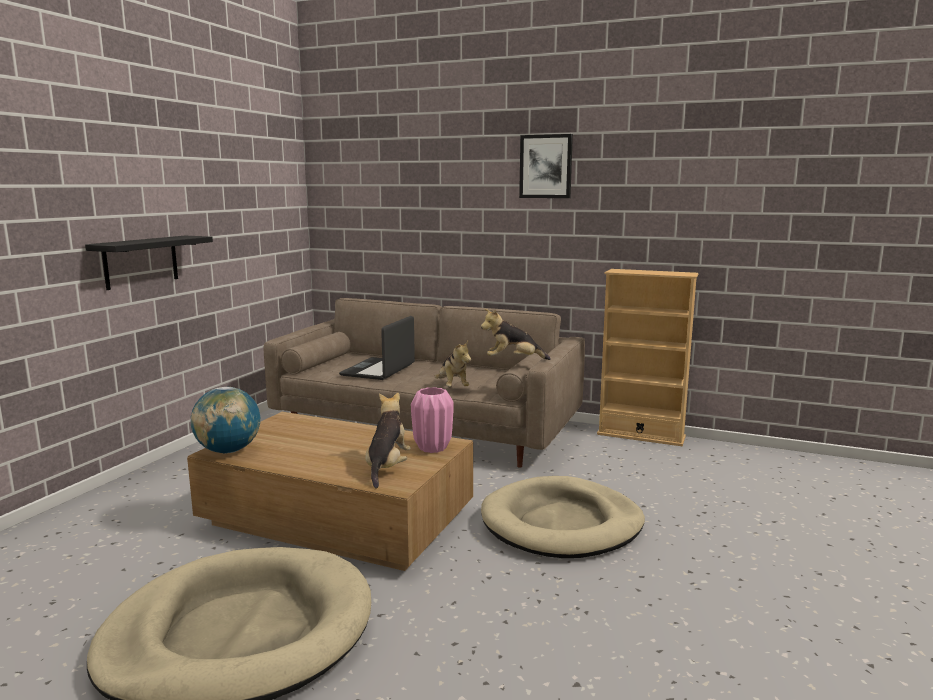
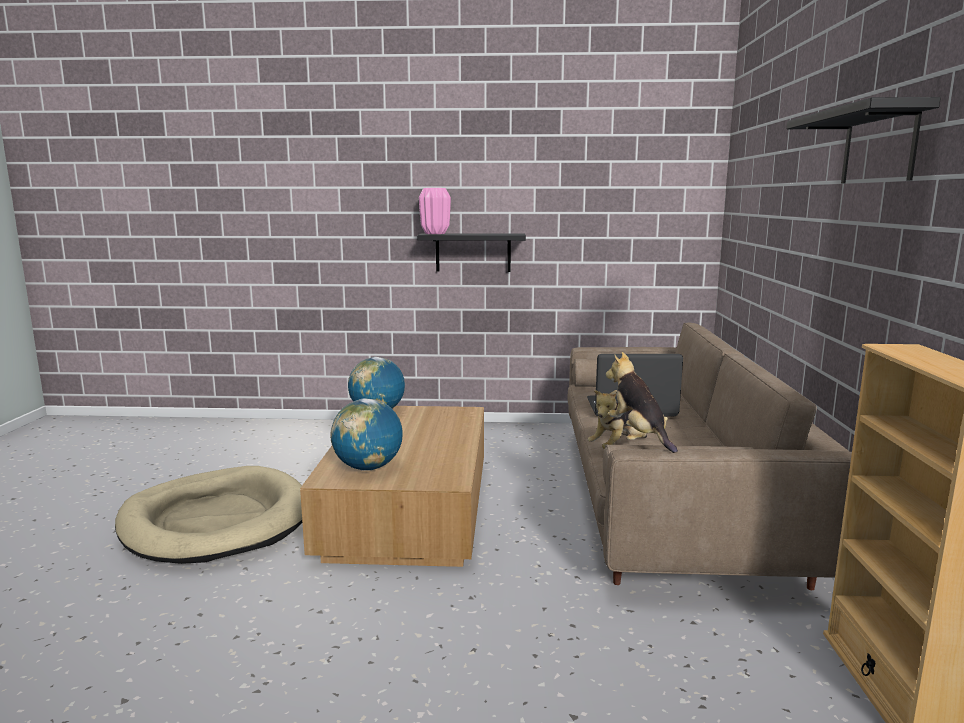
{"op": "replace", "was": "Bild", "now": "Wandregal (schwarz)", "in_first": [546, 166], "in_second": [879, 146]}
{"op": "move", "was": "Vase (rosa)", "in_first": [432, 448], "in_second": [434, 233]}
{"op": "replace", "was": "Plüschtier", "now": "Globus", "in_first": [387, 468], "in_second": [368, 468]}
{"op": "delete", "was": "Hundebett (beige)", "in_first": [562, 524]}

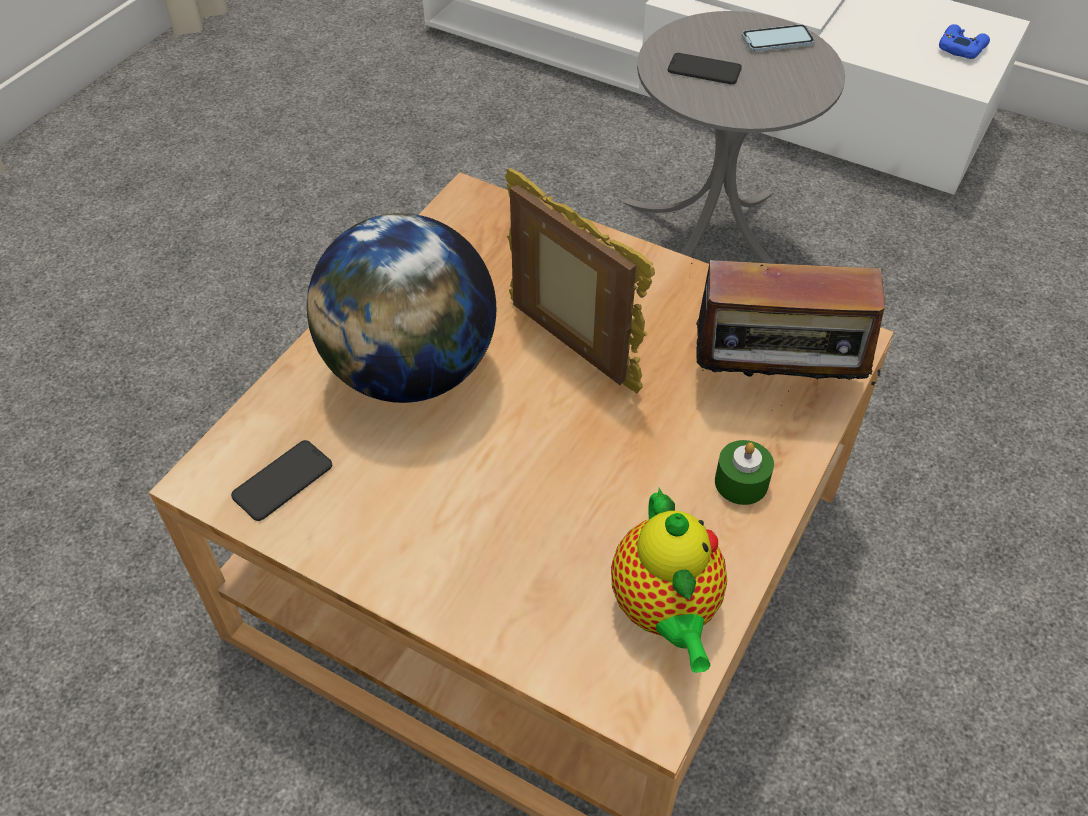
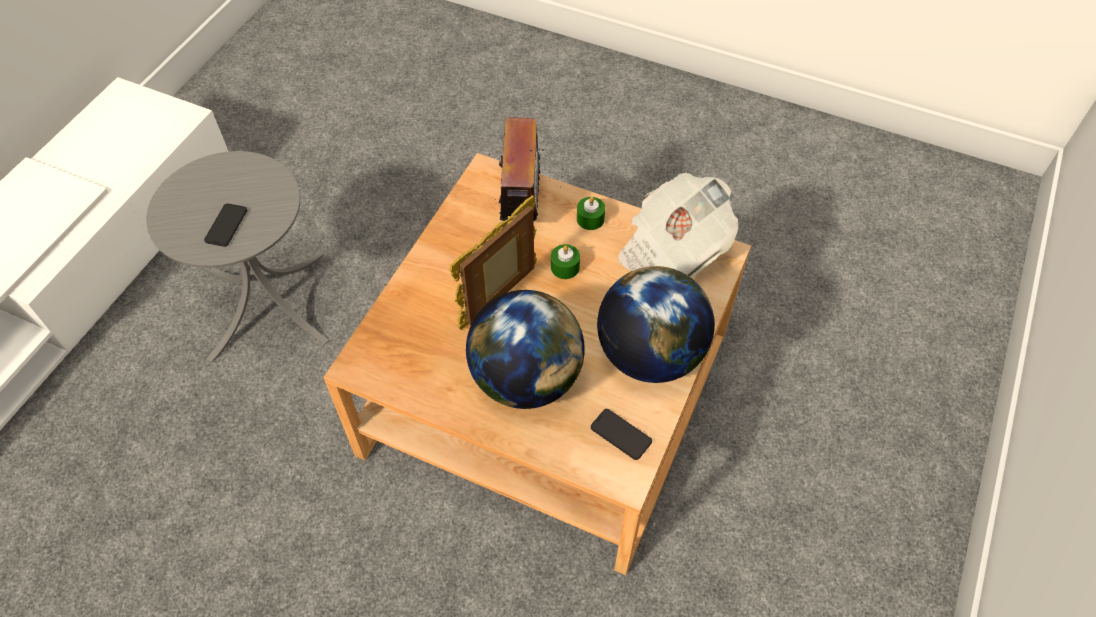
{"op": "delete", "was": "Handy", "in_first": [777, 40]}
{"op": "delete", "was": "Gamepad (blau)", "in_first": [961, 47]}
{"op": "replace", "was": "Teekanne", "now": "Zeitung", "in_first": [665, 611], "in_second": [672, 249]}
{"op": "insert", "now": "Kerze (grün)", "in_second": [565, 267]}
{"op": "insert", "now": "Globus", "in_second": [650, 355]}

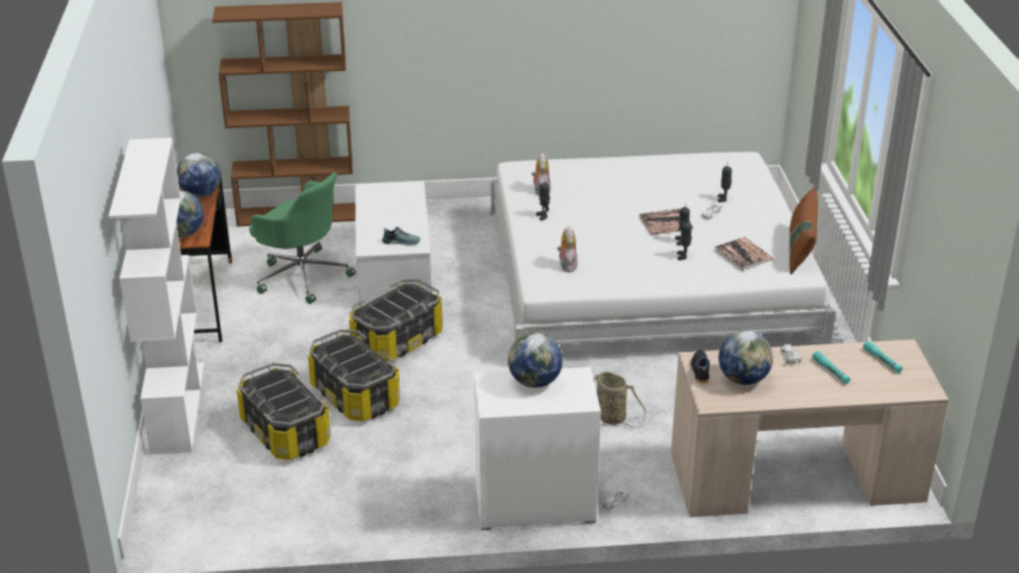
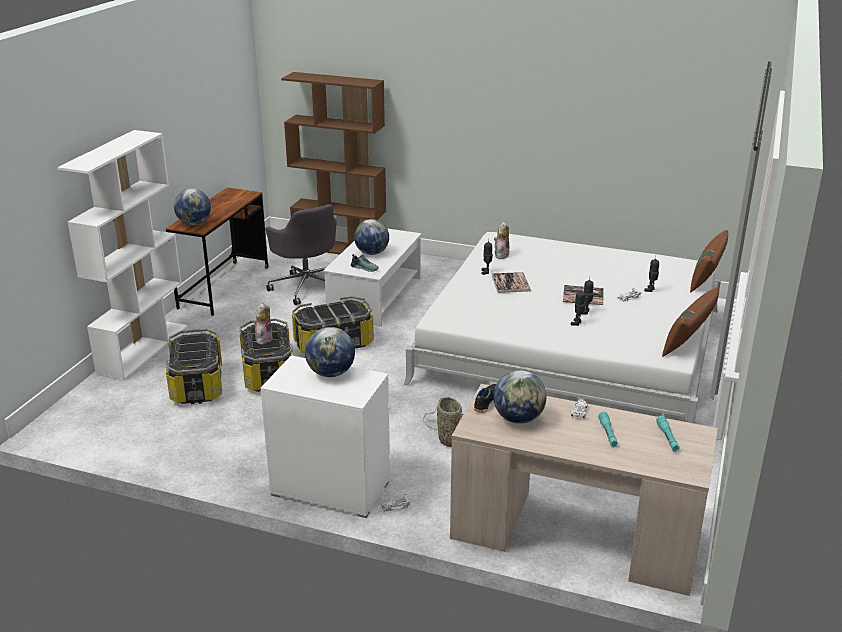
{"op": "move", "was": "Globus", "in_first": [201, 194], "in_second": [372, 253]}
{"op": "recolor", "was": "Bürostuhl (grün)", "now": "Bürostuhl (grau)", "in_first": [302, 275], "in_second": [307, 286]}
{"op": "move", "was": "Plüschtier", "in_first": [566, 266], "in_second": [263, 339]}
{"op": "move", "was": "Buch", "in_first": [743, 254], "in_second": [510, 283]}
{"op": "insert", "now": "Kissen (braun)", "in_second": [706, 278]}

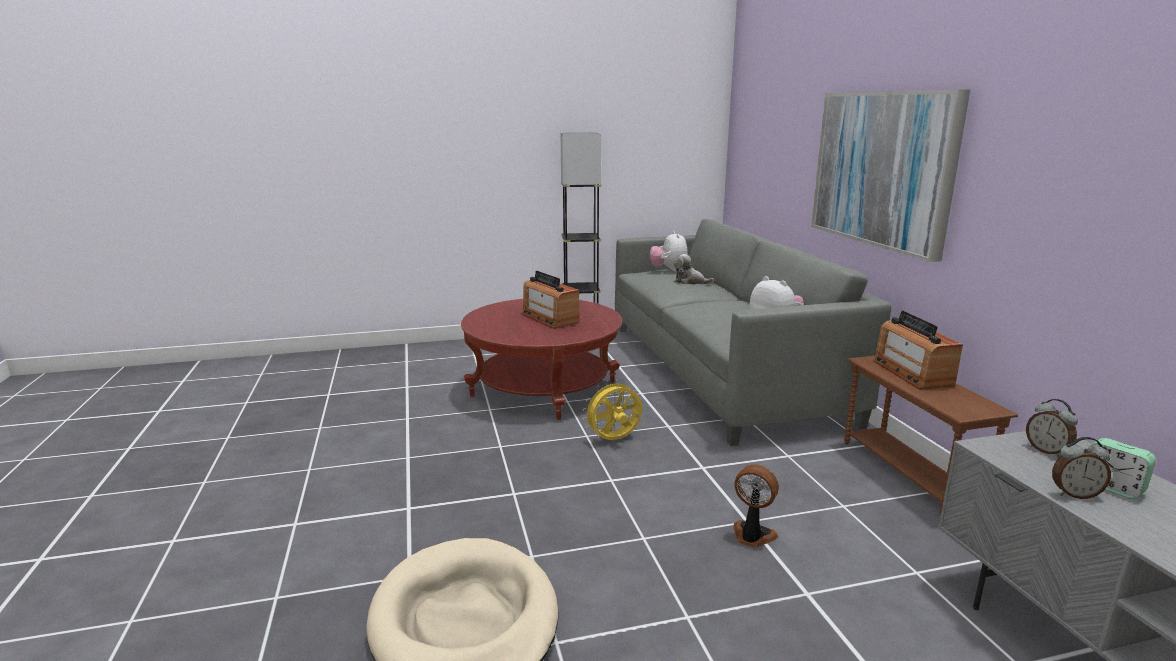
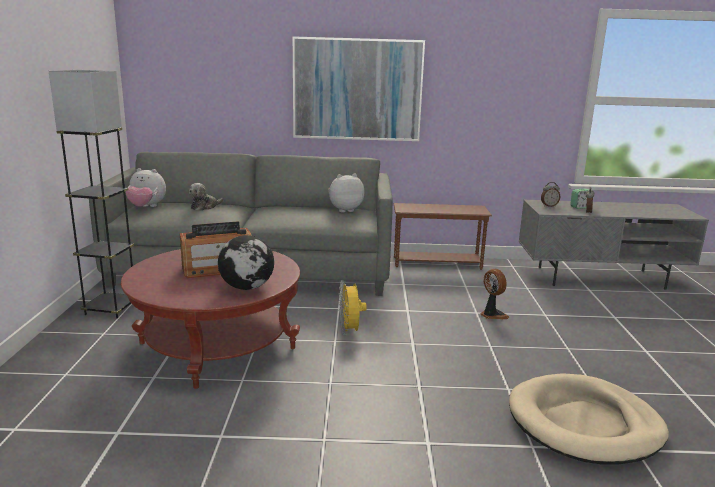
{"op": "delete", "was": "Radio", "in_first": [912, 373]}
{"op": "rotate", "was": "Ventilator", "in_first": [752, 536], "in_second": [492, 315], "clockwise": 105}
{"op": "insert", "now": "Globus", "in_second": [247, 287]}

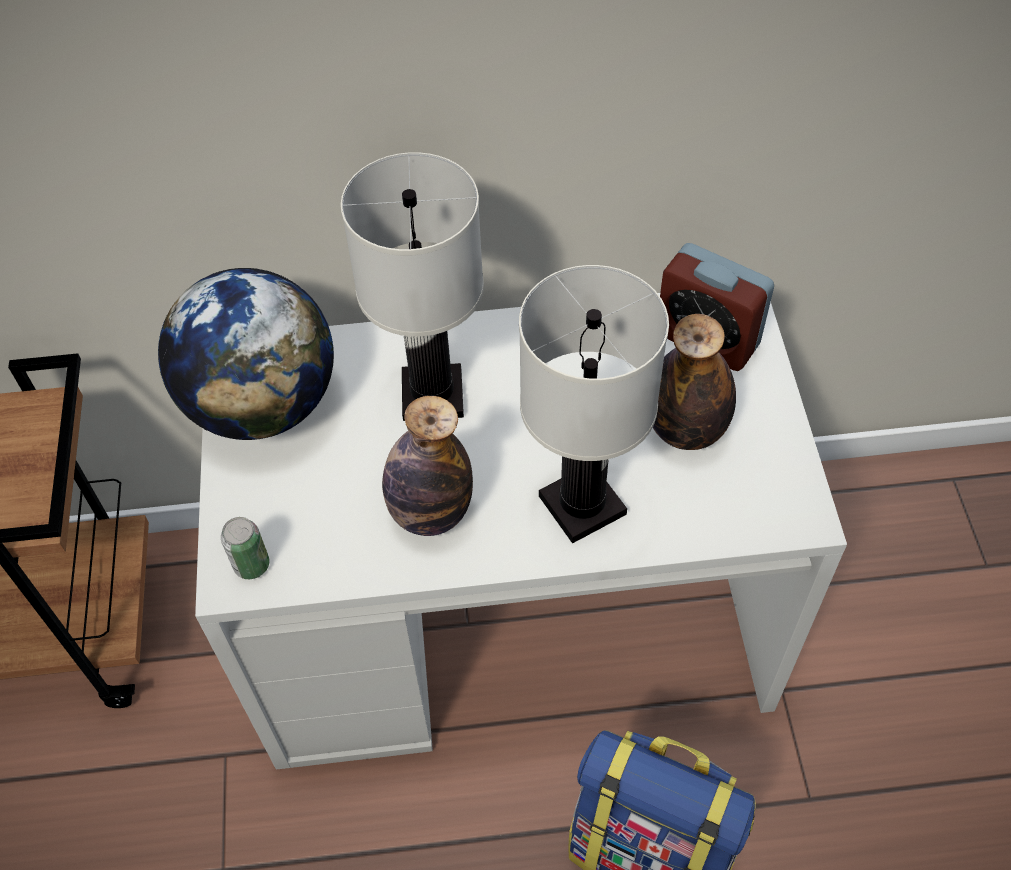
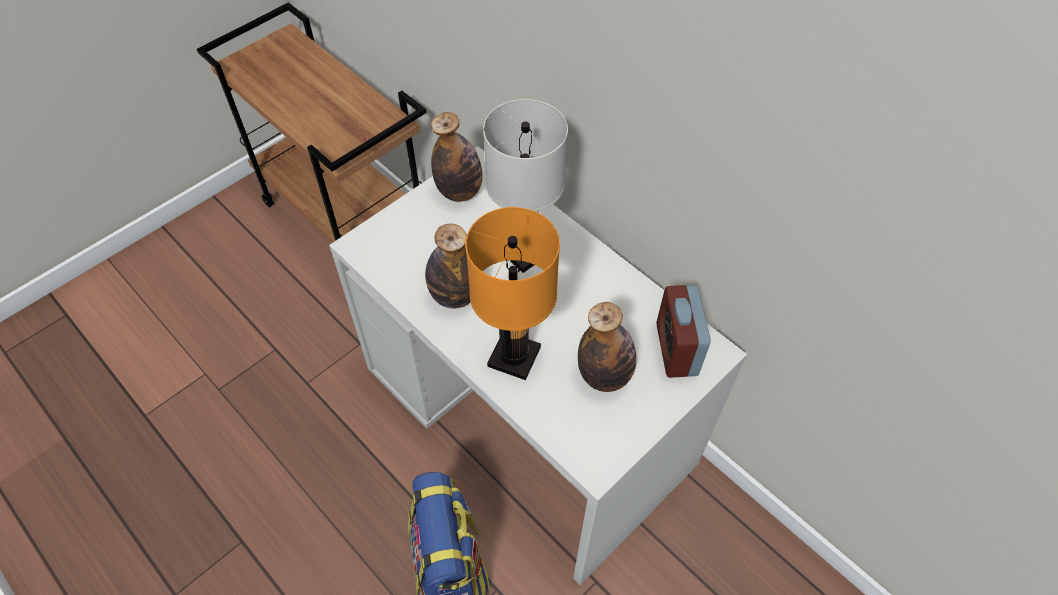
{"op": "recolor", "was": "Tischlampe (weiß)", "now": "Tischlampe (orange)", "in_first": [582, 506], "in_second": [513, 357]}
{"op": "replace", "was": "Globus", "now": "Flasche", "in_first": [263, 404], "in_second": [459, 191]}
{"op": "delete", "was": "Dose", "in_first": [252, 565]}

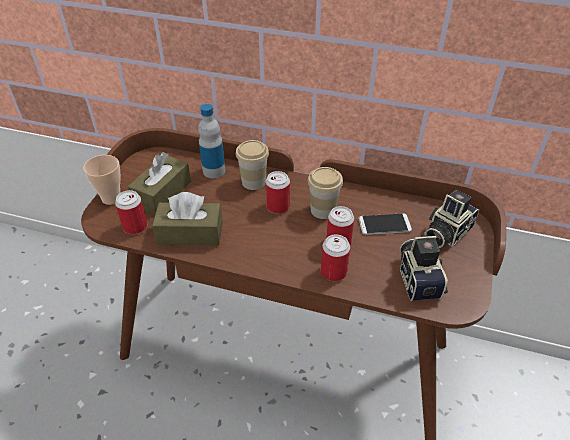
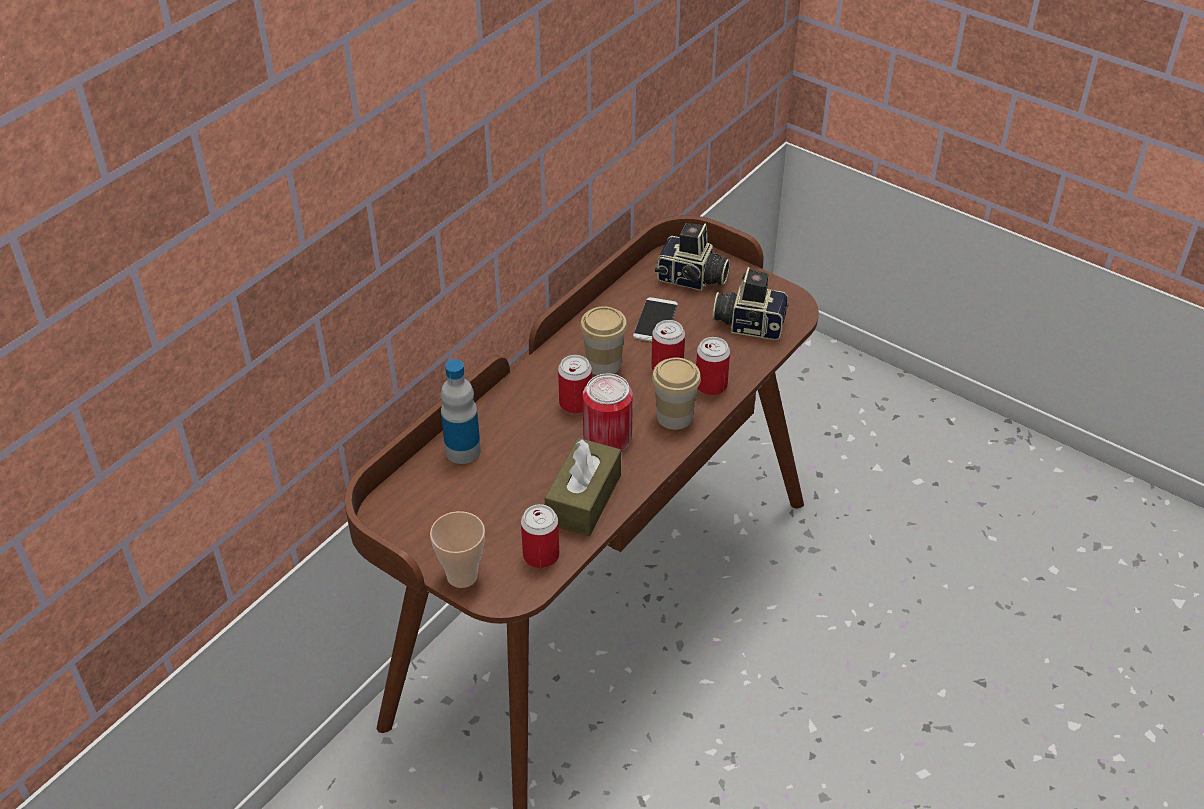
{"op": "move", "was": "Tasse", "in_first": [253, 182], "in_second": [674, 417]}
{"op": "delete", "was": "Taschentuchbox (braun)", "in_first": [162, 193]}
{"op": "rotate", "was": "Kamera", "in_first": [445, 233], "in_second": [692, 279], "clockwise": -45}
{"op": "insert", "now": "Dose", "in_second": [607, 438]}

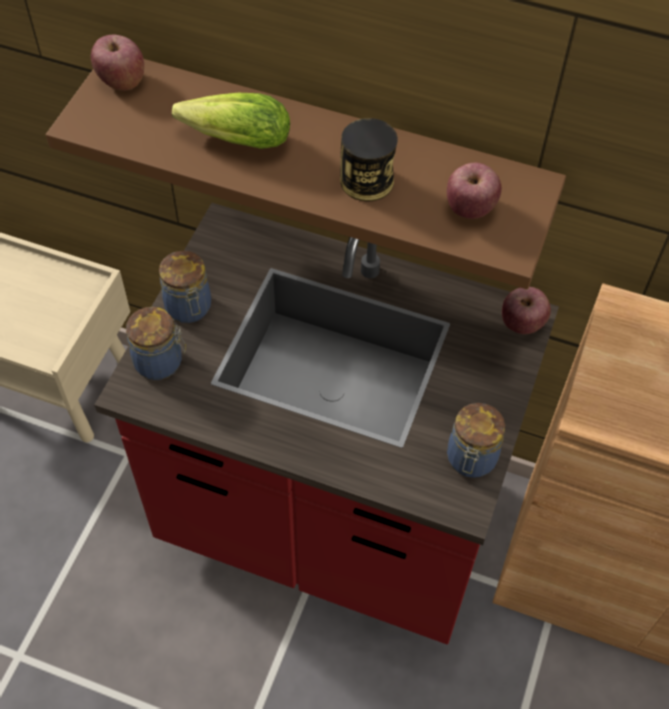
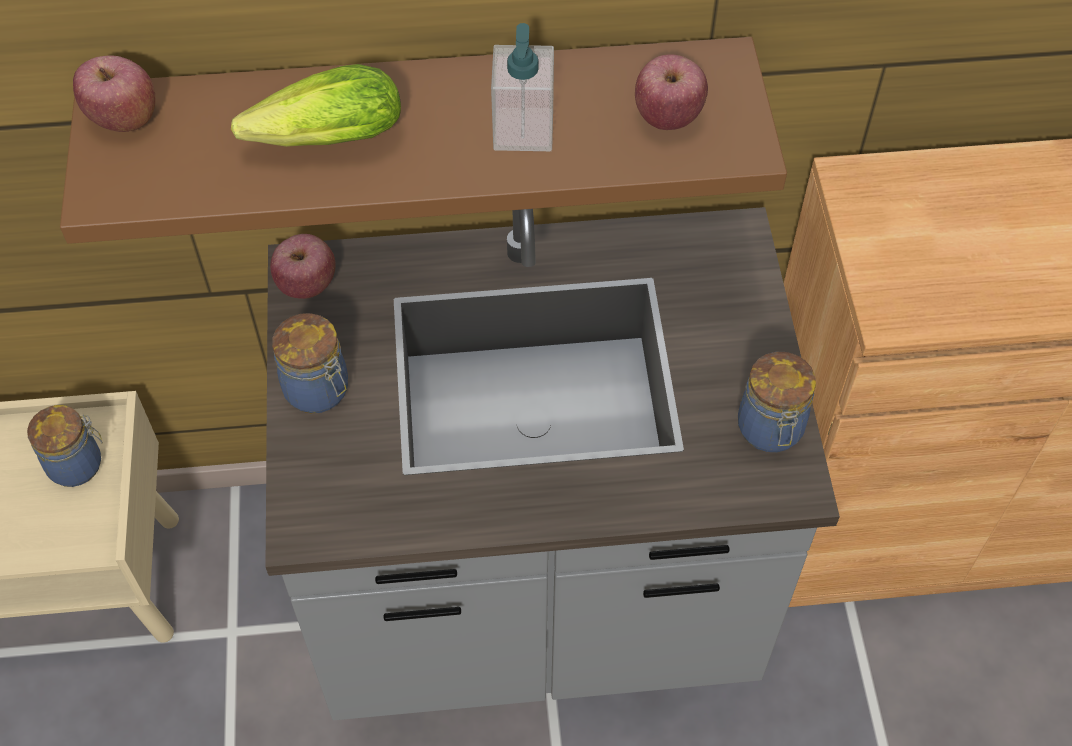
{"op": "replace", "was": "Dose", "now": "Seifenspender", "in_first": [366, 180], "in_second": [523, 130]}
{"op": "recolor", "was": "Küchenzeile (rot)", "now": "Küchenzeile (grau)", "in_first": [330, 521], "in_second": [536, 599]}
{"op": "move", "was": "Apfel", "in_first": [522, 324], "in_second": [307, 285]}
{"op": "move", "was": "Vorratsglas", "in_first": [160, 362], "in_second": [78, 464]}

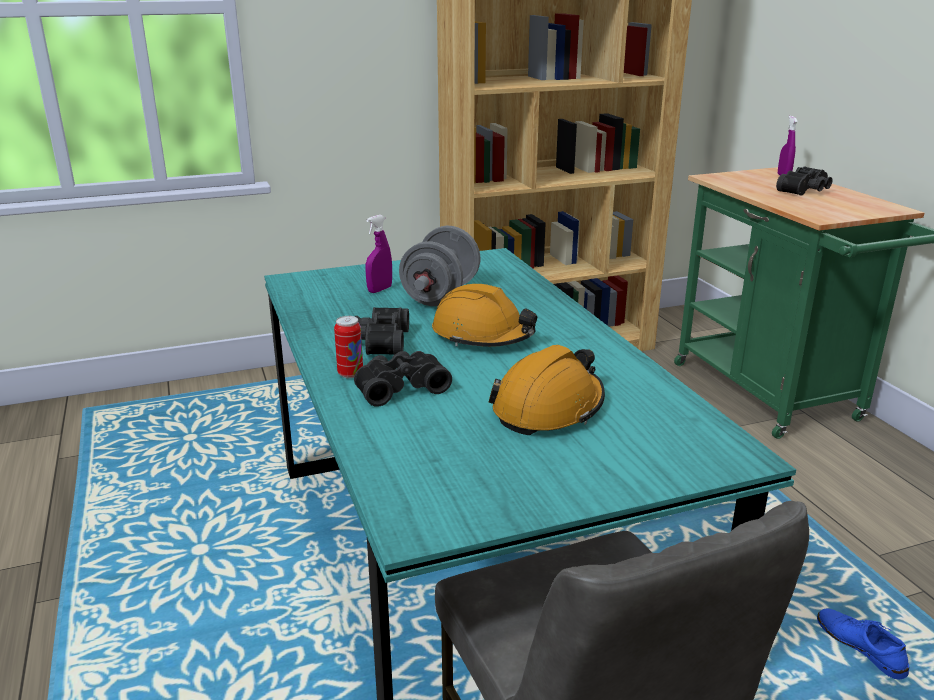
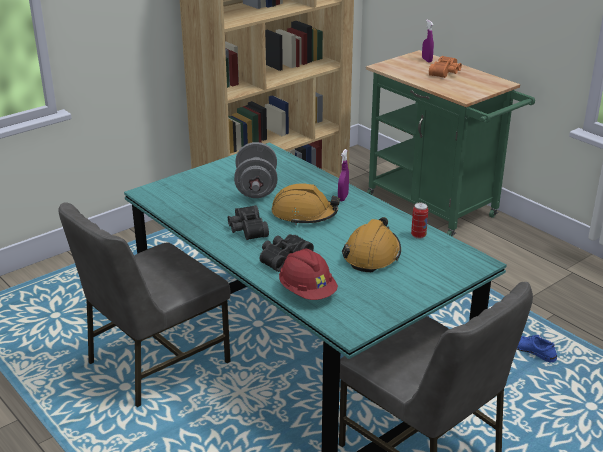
{"op": "recolor", "was": "Fernglas (schwarz)", "now": "Fernglas (orange)", "in_first": [806, 191], "in_second": [446, 73]}
{"op": "move", "was": "Sprühflasche (lila)", "in_first": [379, 290], "in_second": [343, 198]}
{"op": "move", "was": "Dose", "in_first": [350, 374], "in_second": [418, 235]}
{"op": "insert", "now": "Stuhl (grau)", "in_second": [155, 363]}
{"op": "insert", "now": "Schutzhelm (rot)", "in_second": [307, 292]}

